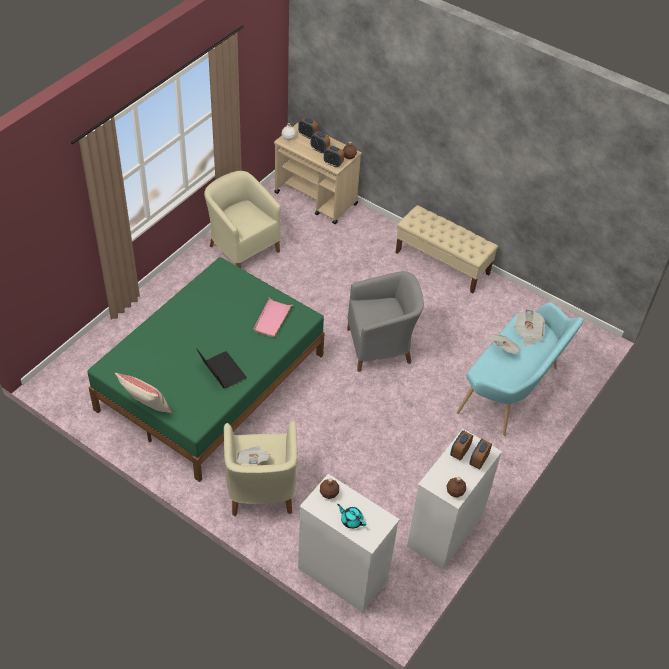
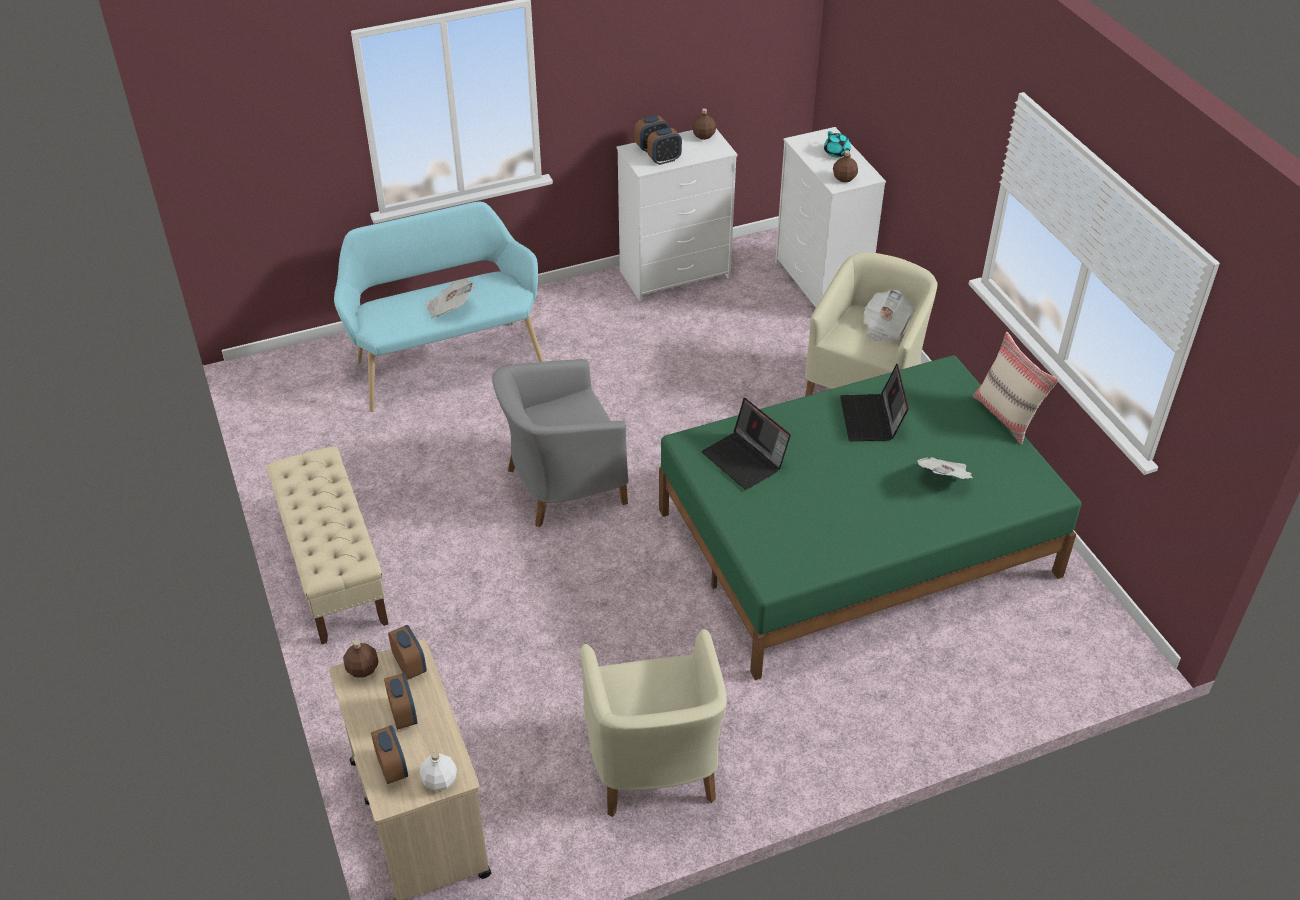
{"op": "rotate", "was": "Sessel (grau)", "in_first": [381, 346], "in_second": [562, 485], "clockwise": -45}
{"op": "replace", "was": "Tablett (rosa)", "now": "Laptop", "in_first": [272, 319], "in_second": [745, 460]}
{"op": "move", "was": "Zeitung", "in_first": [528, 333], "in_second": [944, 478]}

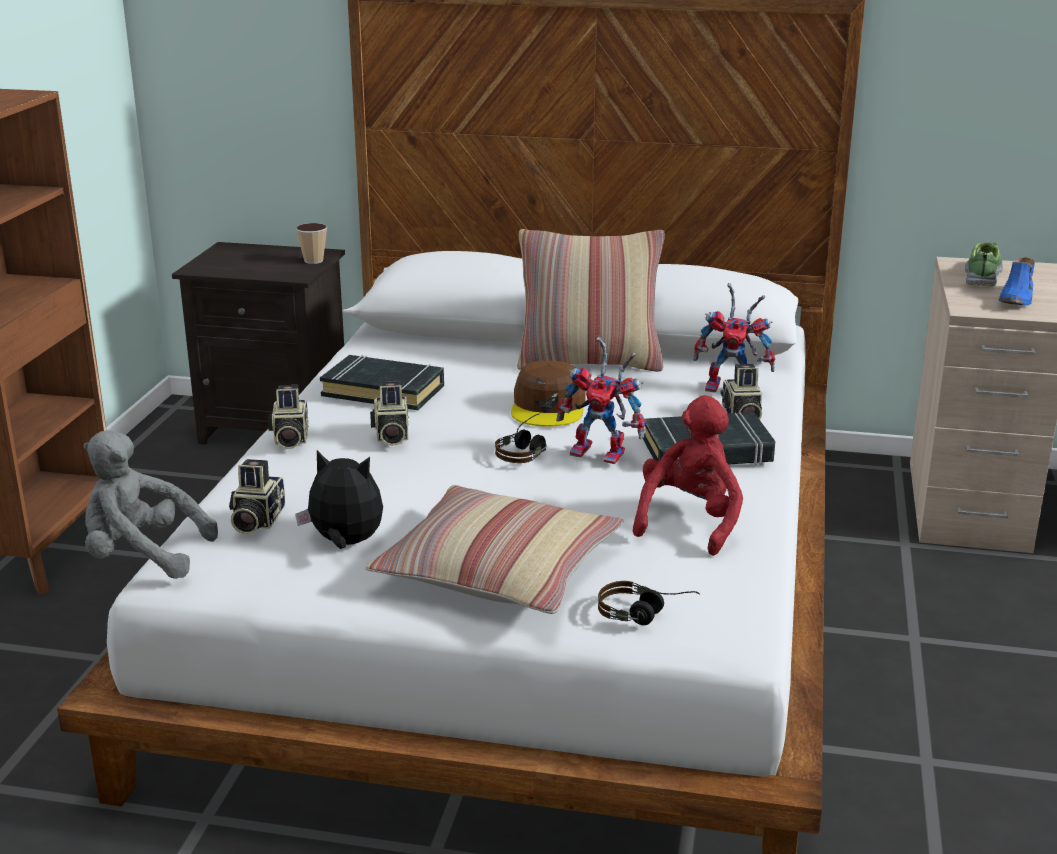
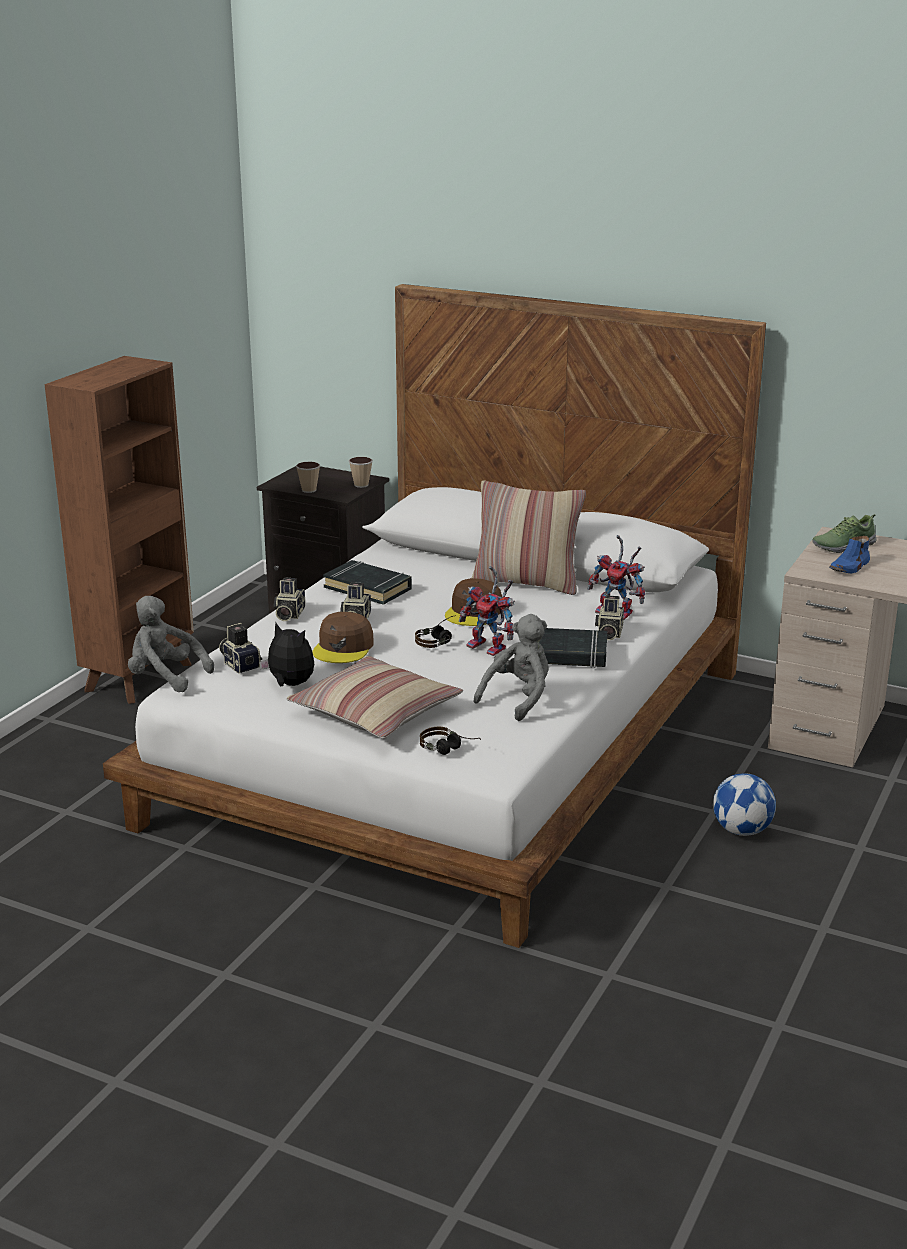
{"op": "rotate", "was": "Schuh", "in_first": [983, 276], "in_second": [843, 546], "clockwise": -150}
{"op": "recolor", "was": "Plüschtier (rot)", "now": "Plüschtier (grau)", "in_first": [690, 522], "in_second": [518, 699]}
{"op": "rotate", "was": "Kamera", "in_first": [255, 520], "in_second": [240, 664], "clockwise": 120}
{"op": "insert", "now": "Tasse", "in_second": [309, 490]}
{"op": "insert", "now": "Kappe (braun)", "in_second": [343, 647]}
{"op": "insert", "now": "Fußball", "in_second": [742, 831]}

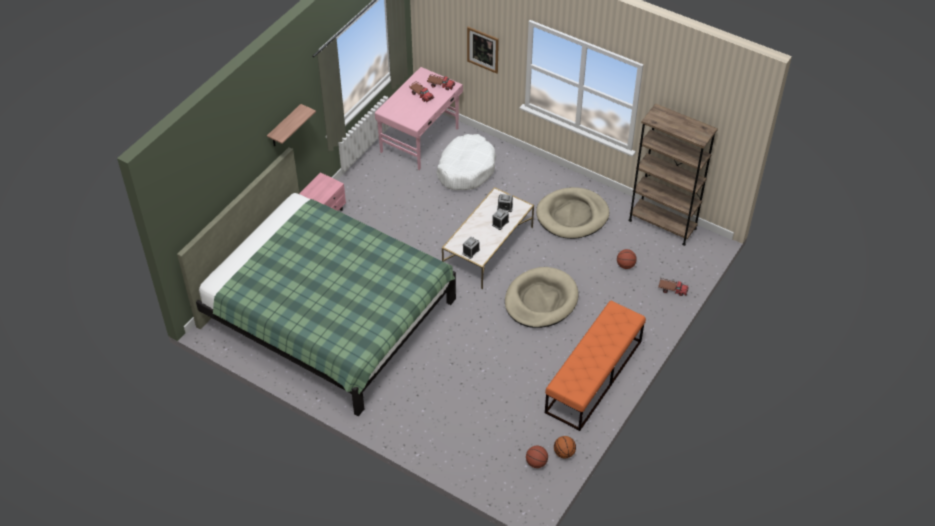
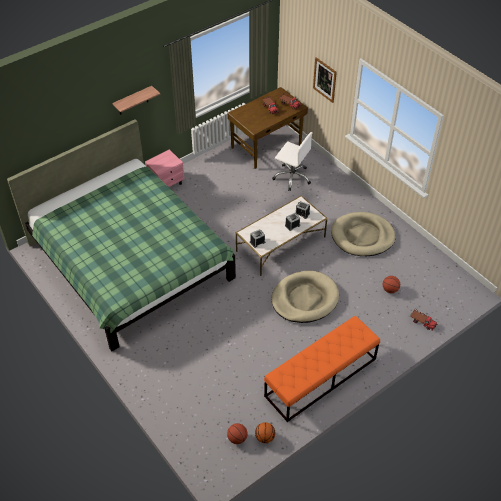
{"op": "recolor", "was": "Schreibtisch (rosa)", "now": "Schreibtisch (braun)", "in_first": [420, 140], "in_second": [267, 146]}
{"op": "delete", "was": "Bücherregal (braun)", "in_first": [662, 224]}
{"op": "replace", "was": "Hundebett (weiß)", "now": "Bürostuhl (weiß)", "in_first": [466, 169], "in_second": [292, 177]}

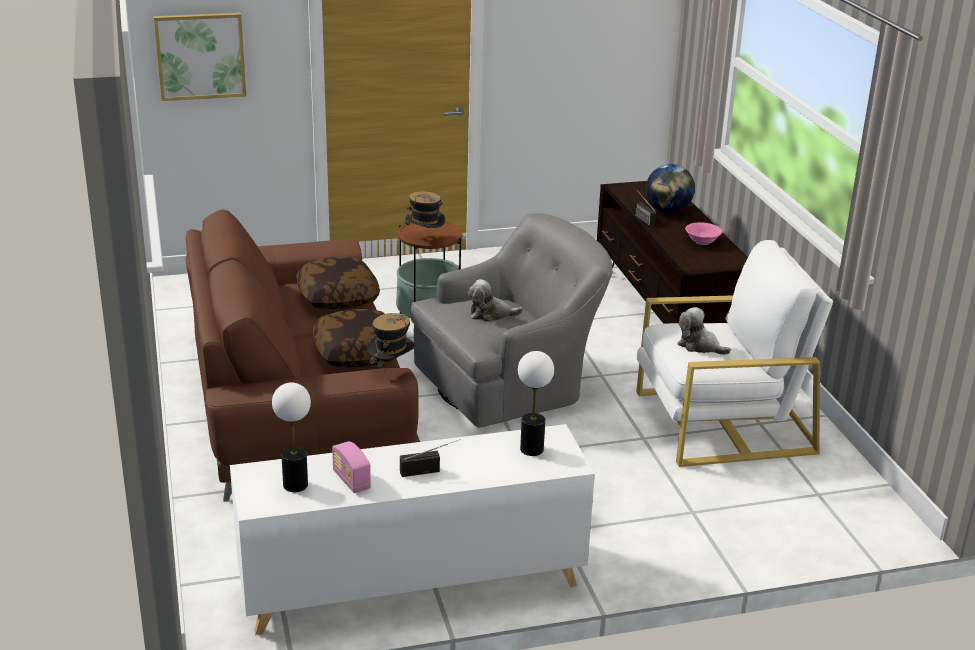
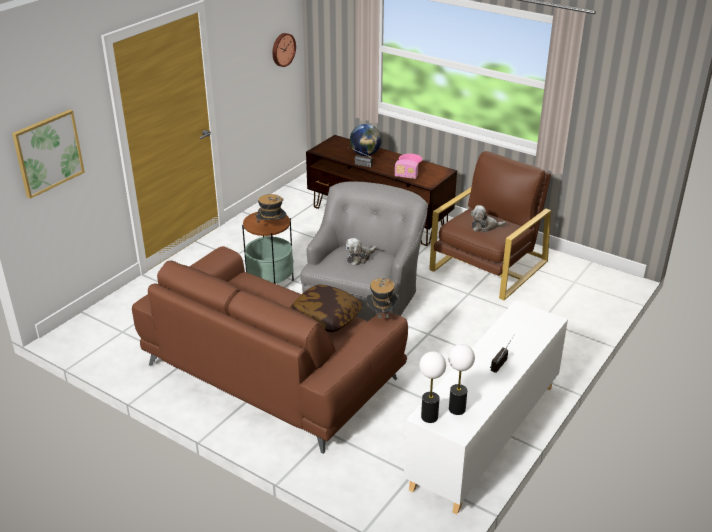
{"op": "recolor", "was": "Sessel (weiß)", "now": "Sessel (braun)", "in_first": [722, 422], "in_second": [488, 266]}
{"op": "delete", "was": "Kissen", "in_first": [338, 298]}
{"op": "move", "was": "Tischlampe", "in_first": [531, 449], "in_second": [429, 417]}
{"op": "move", "was": "Radio", "in_first": [351, 480], "in_second": [406, 176]}
{"op": "insert", "now": "Wanduhr", "in_second": [282, 49]}

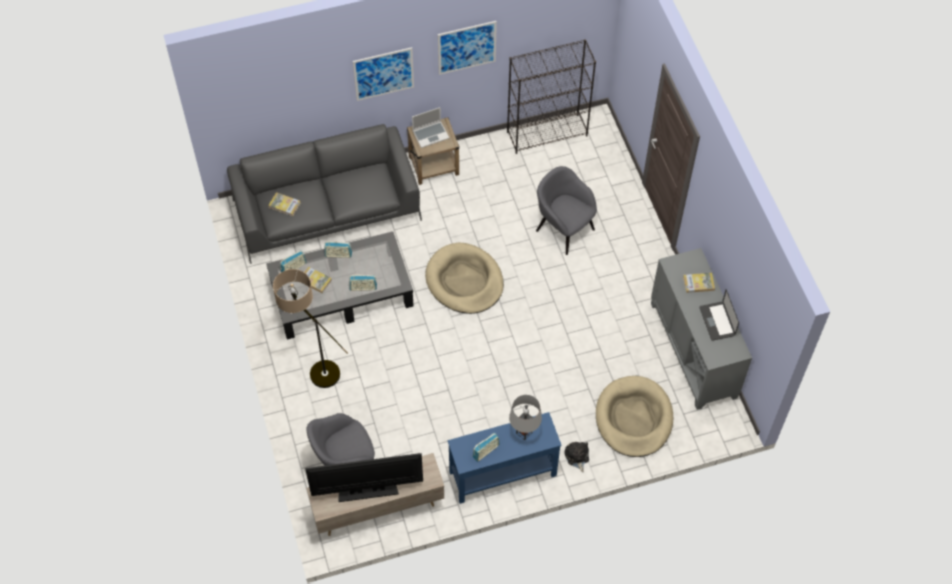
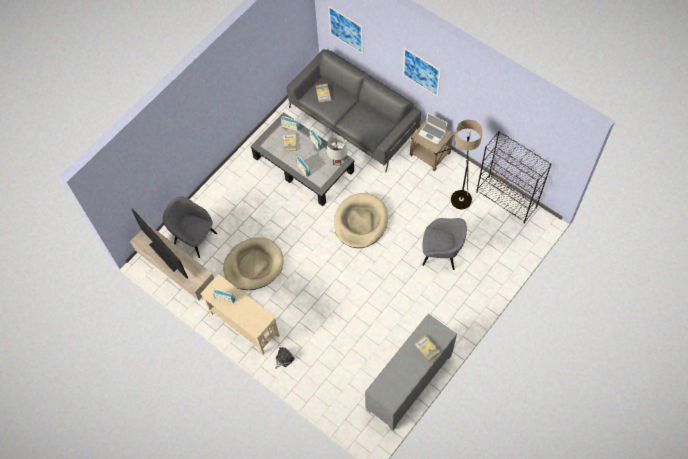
{"op": "move", "was": "Bild", "in_first": [467, 47], "in_second": [346, 29]}
{"op": "rotate", "was": "Sessel (grau)", "in_first": [564, 229], "in_second": [441, 253], "clockwise": 90}
{"op": "move", "was": "Stehlampe", "in_first": [315, 368], "in_second": [460, 192]}
{"op": "delete", "was": "Laptop", "in_first": [717, 321]}
{"op": "move", "was": "Hundebett (beige)", "in_first": [634, 418], "in_second": [253, 265]}
{"op": "move", "was": "Tischlampe (grau)", "in_first": [524, 432], "in_second": [337, 161]}
{"op": "recolor", "was": "Konsolentisch (blau)", "now": "Konsolentisch (beige)", "in_first": [502, 473], "in_second": [244, 323]}

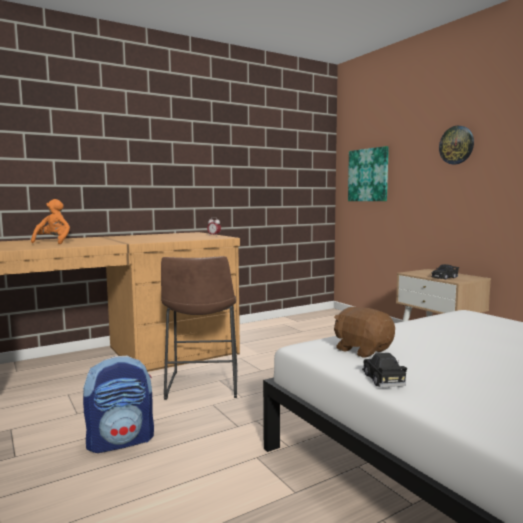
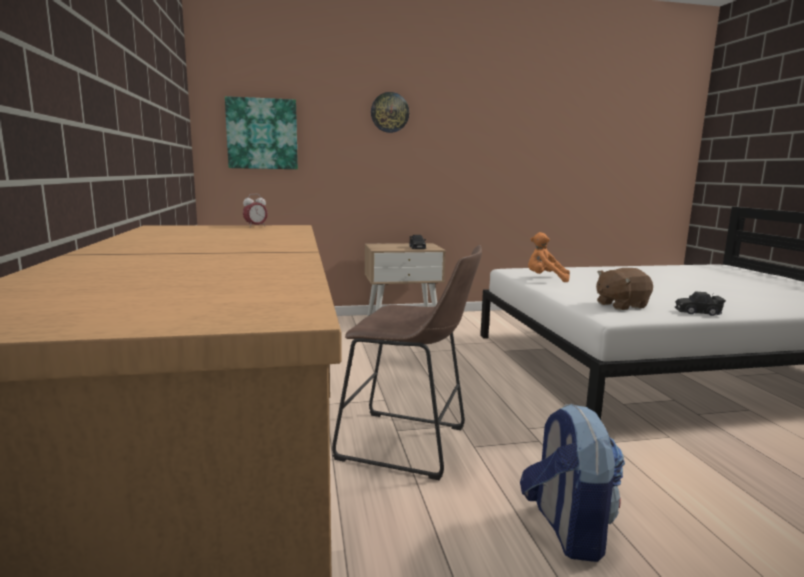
{"op": "move", "was": "Plüschtier (orange)", "in_first": [53, 242], "in_second": [545, 279]}

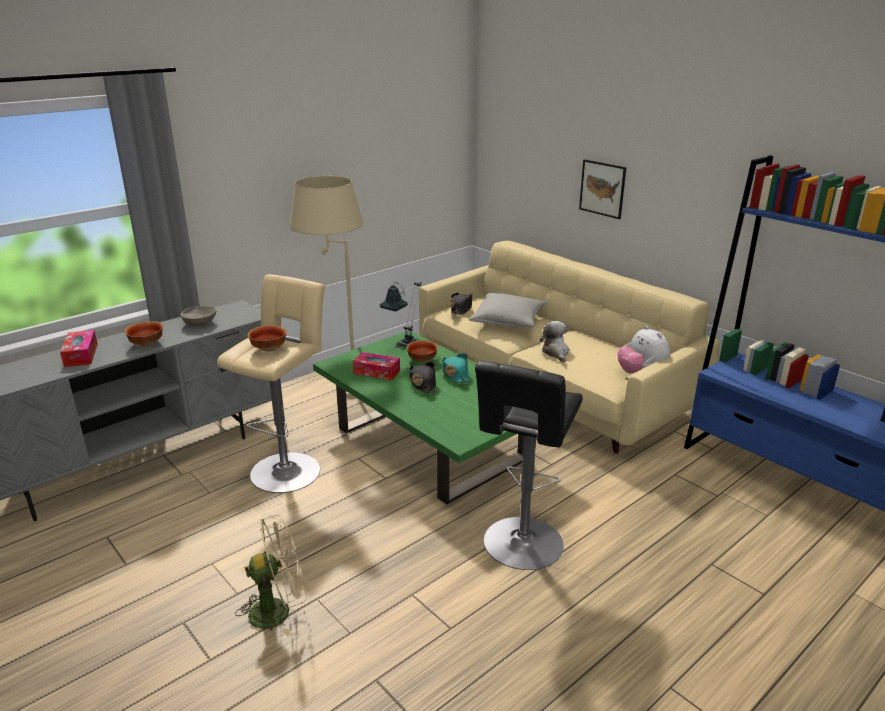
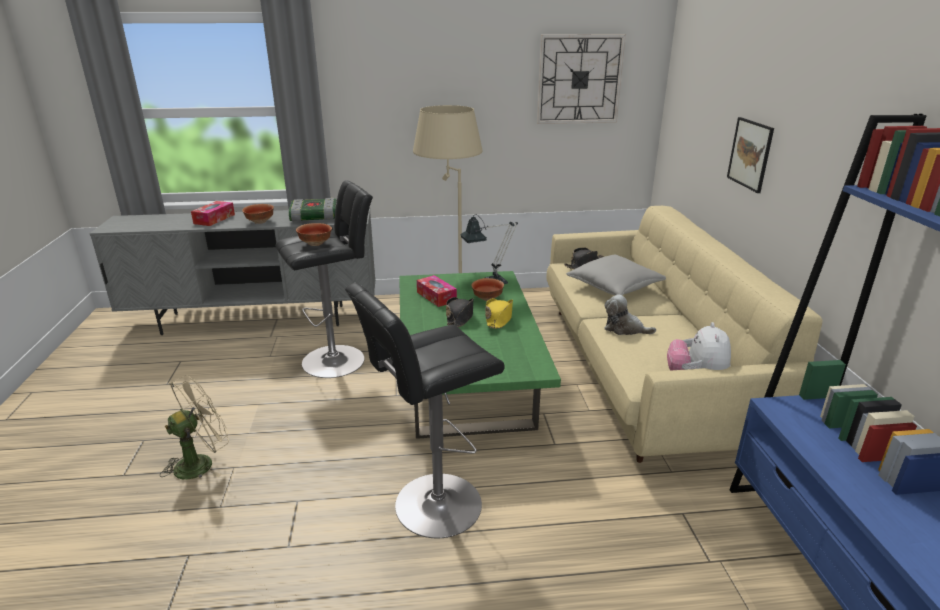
{"op": "recolor", "was": "Hocker (beige)", "now": "Hocker (schwarz)", "in_first": [288, 469], "in_second": [338, 359]}
{"op": "replace", "was": "Schüssel (grau)", "now": "Buch", "in_first": [199, 324], "in_second": [313, 217]}
{"op": "rotate", "was": "Plüschtier", "in_first": [556, 352], "in_second": [624, 329], "clockwise": -90}
{"op": "recolor", "was": "Hut (türkis)", "now": "Hut (gelb)", "in_first": [455, 374], "in_second": [499, 318]}
{"op": "rotate", "was": "Ventilator (beige)", "in_first": [278, 610], "in_second": [201, 462], "clockwise": -60}
{"op": "insert", "now": "Wanduhr", "in_second": [579, 79]}

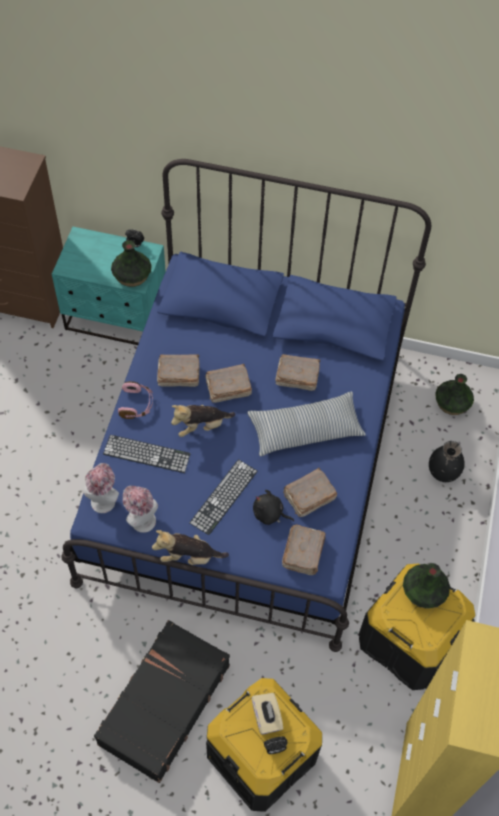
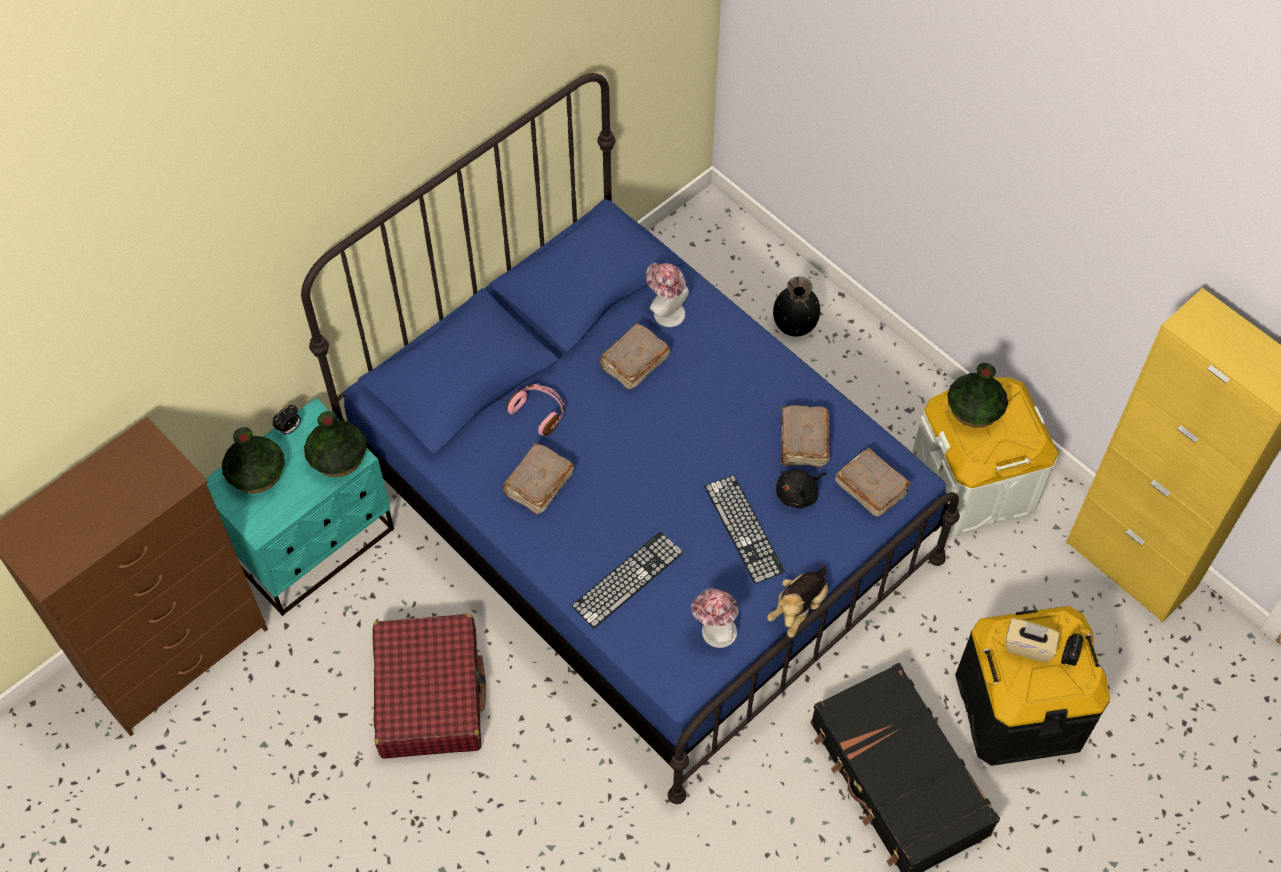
{"op": "delete", "was": "Buch (braun)", "in_first": [227, 388]}
{"op": "move", "was": "Vase", "in_first": [452, 404], "in_second": [258, 474]}
{"op": "move", "was": "Kopfhörer (rosa)", "in_first": [136, 404], "in_second": [539, 412]}
{"op": "delete", "was": "Kissen", "in_first": [305, 429]}
{"op": "delete", "was": "Plüschtier", "in_first": [201, 426]}
{"op": "move", "was": "Hut", "in_first": [103, 498], "in_second": [665, 311]}
{"op": "recolor", "was": "Aufbewahrungsbox (schwarz)", "now": "Aufbewahrungsbox (weiß)", "in_first": [409, 640], "in_second": [974, 482]}
{"op": "insert", "now": "Koffer (rot)", "in_second": [430, 694]}

